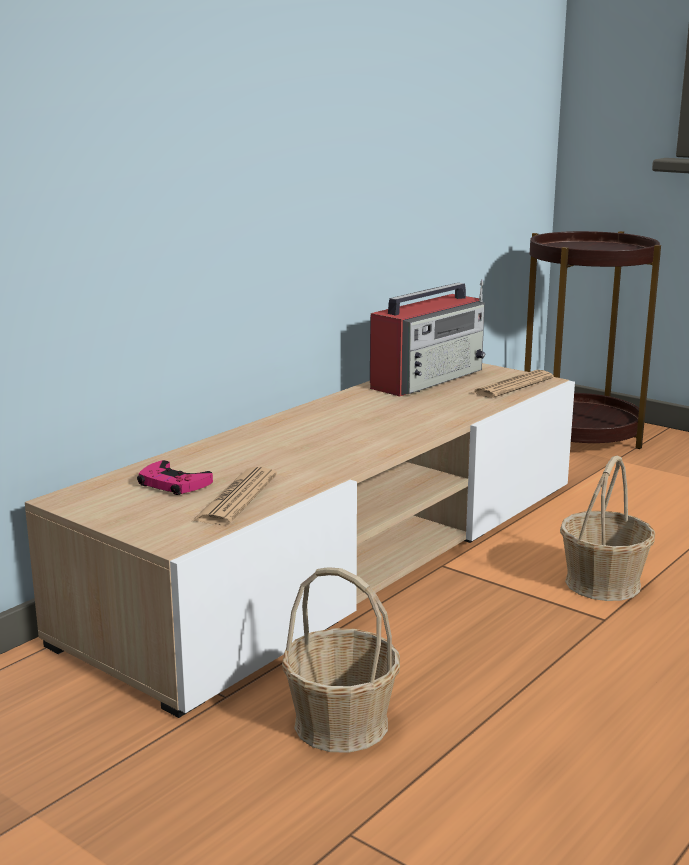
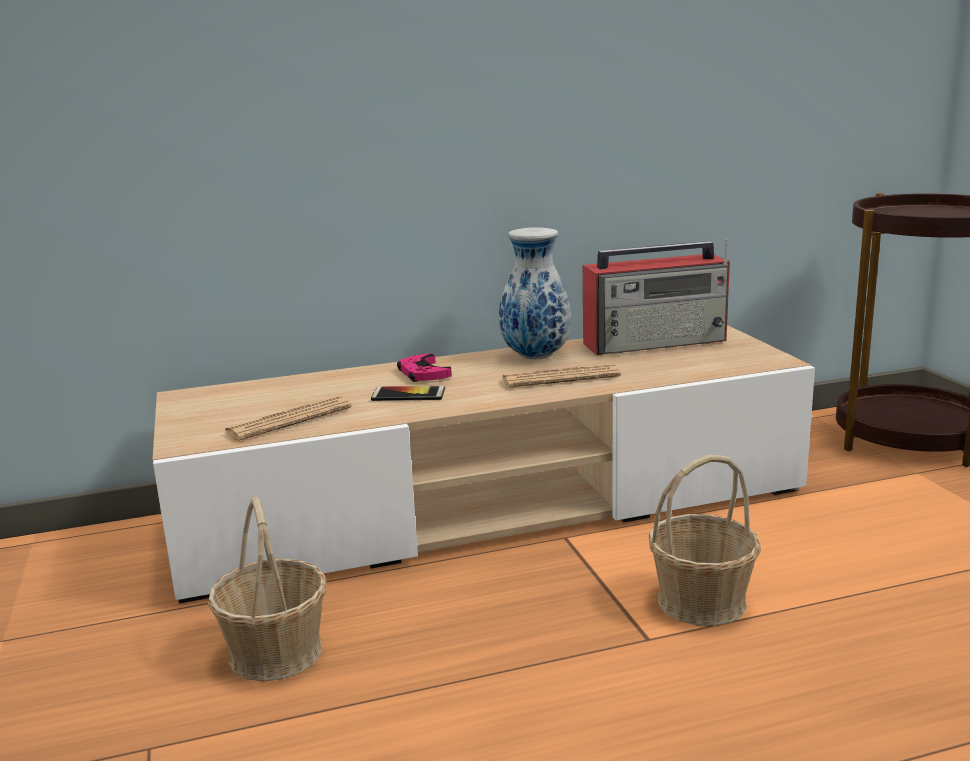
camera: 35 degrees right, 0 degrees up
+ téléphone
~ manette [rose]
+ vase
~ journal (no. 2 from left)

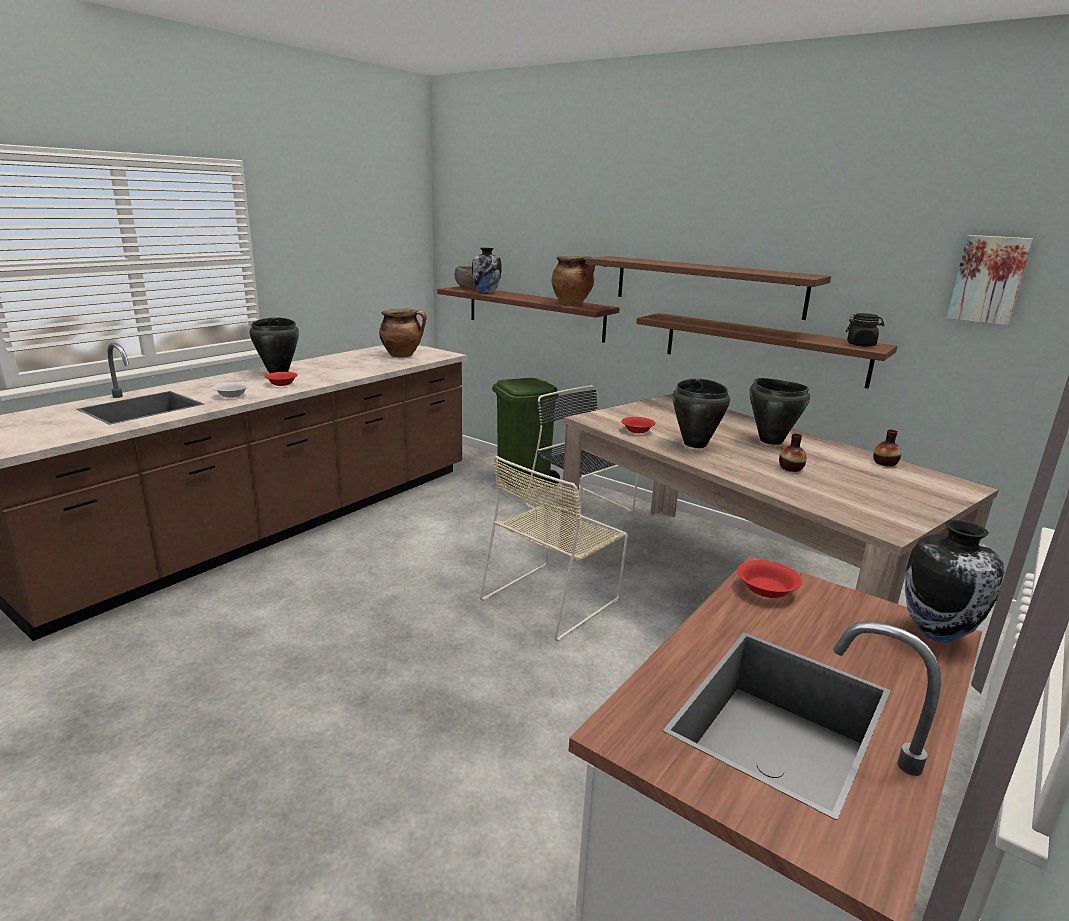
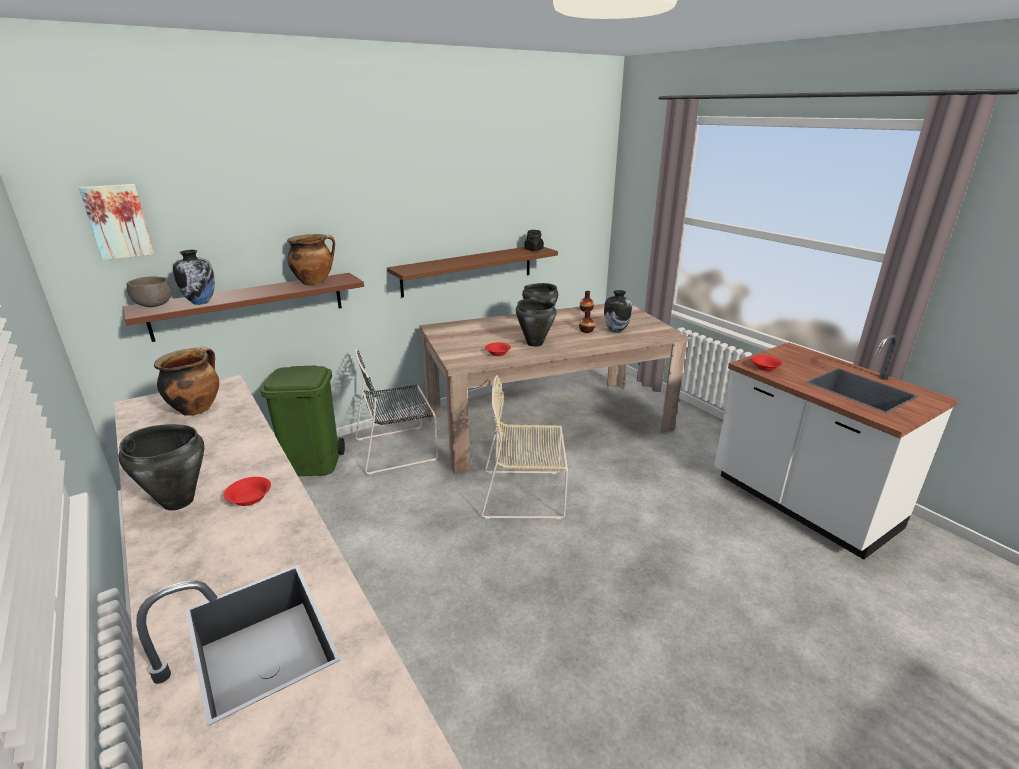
camera: 70 degrees left, 5 degrees up
~ tableau
~ chaise [beige] 120 degrees clockwise
~ vase (no. 4 from left)
- bol [blanc]
- étagère [marron] (no. 2 from left)

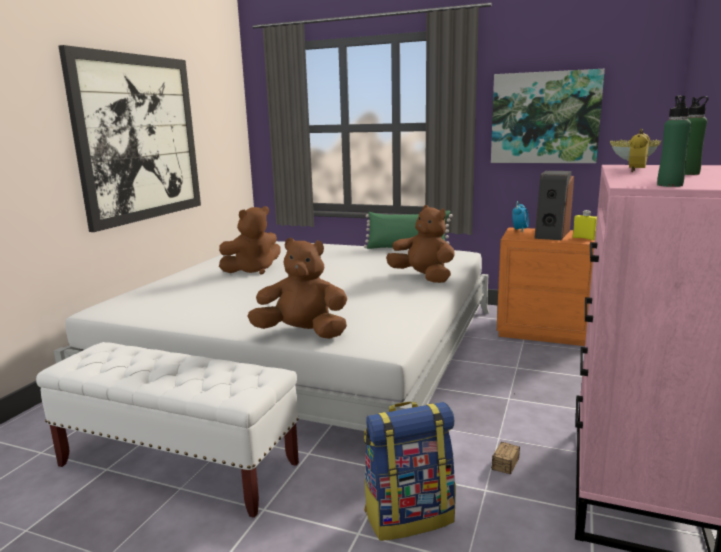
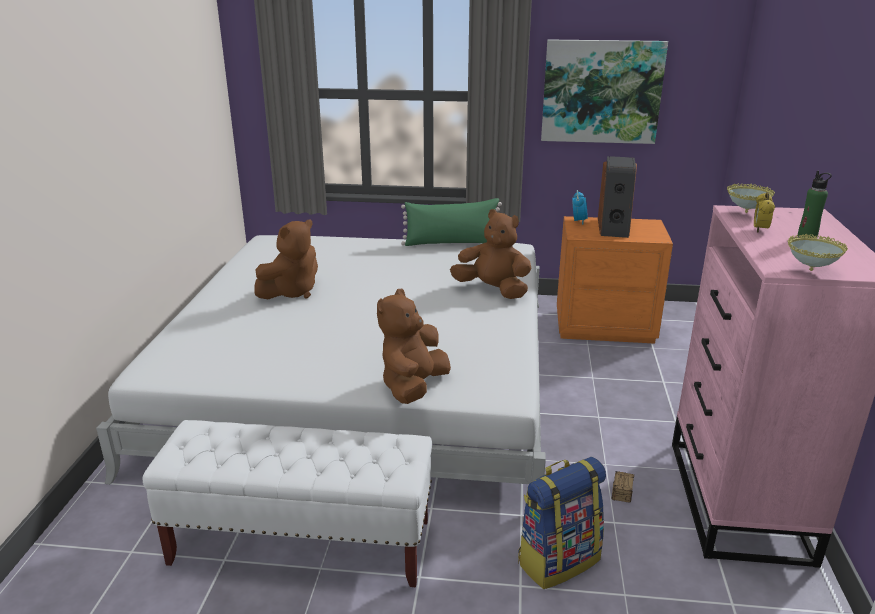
camera: 15 degrees left, 10 degrees up
~ peluche [marron] (no. 2 from left) 60 degrees counterclockwise
~ bouteille [vert] (no. 1 from left) to bol (no. 2 from left)
- tableau (no. 1 from left)
- bouteille [jaune]

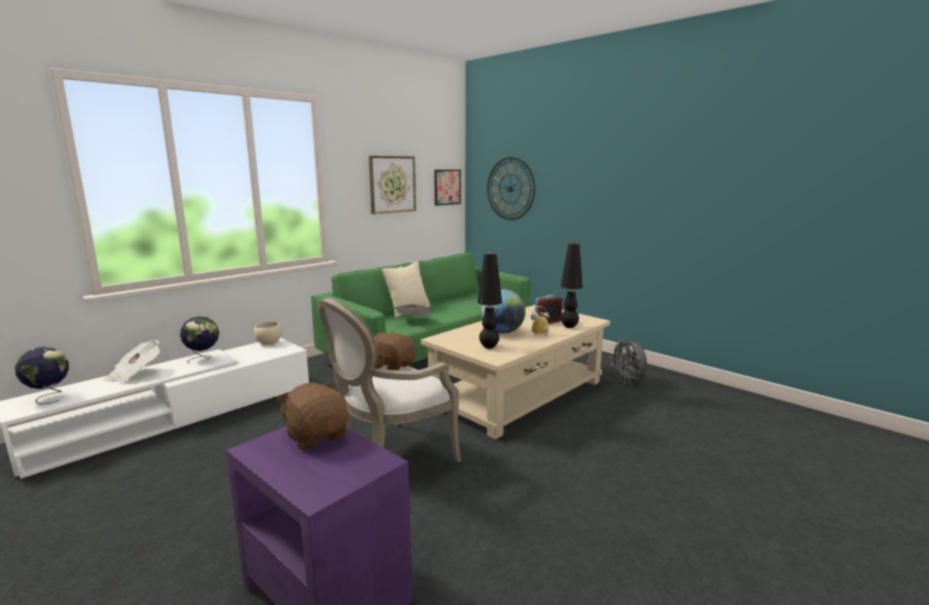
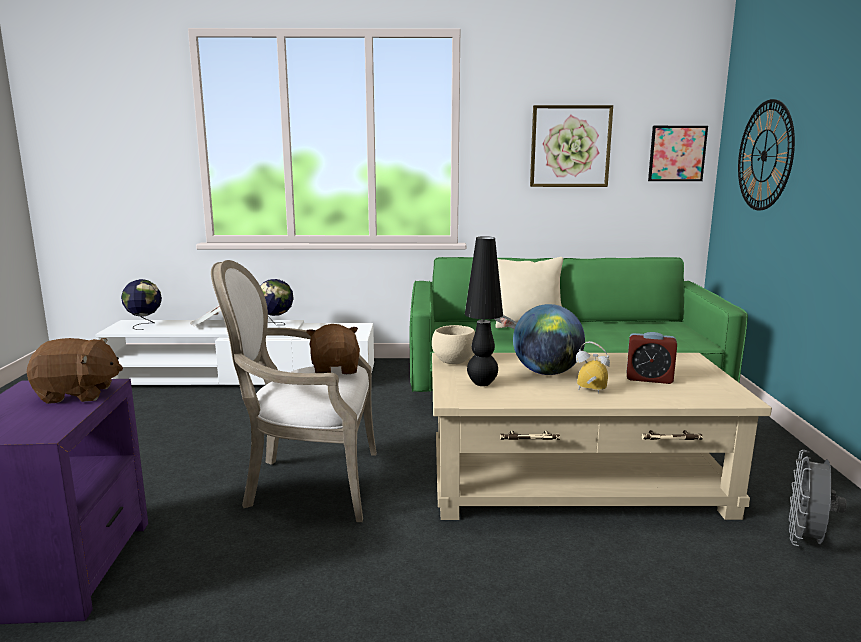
camera: 45 degrees right, 0 degrees up
~ peluche [marron] (no. 1 from left) 75 degrees clockwise
~ bol [beige]
- lampe de table [noir] (no. 2 from left)

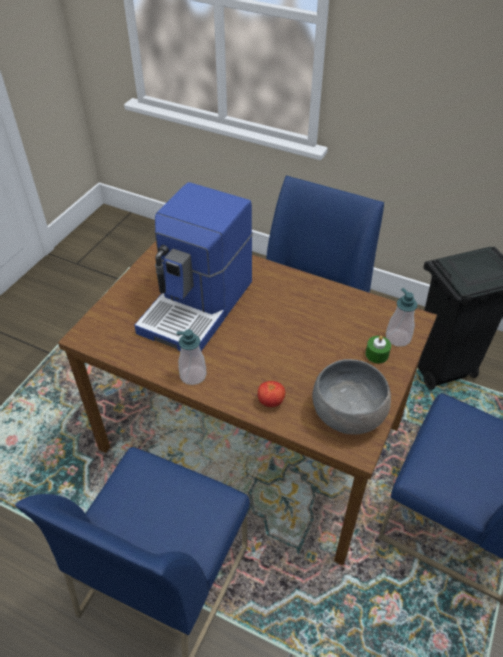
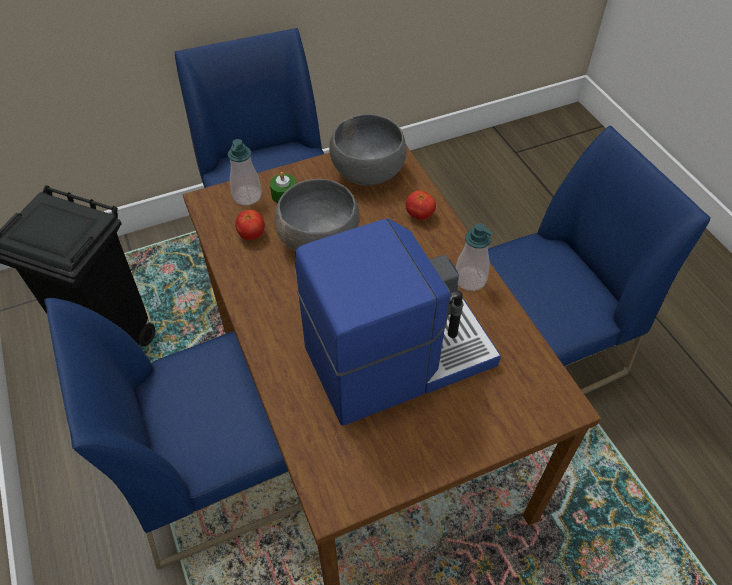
camera: 140 degrees left, 5 degrees up
+ tomate (no. 1 from left)
+ bol [gris] (no. 1 from left)

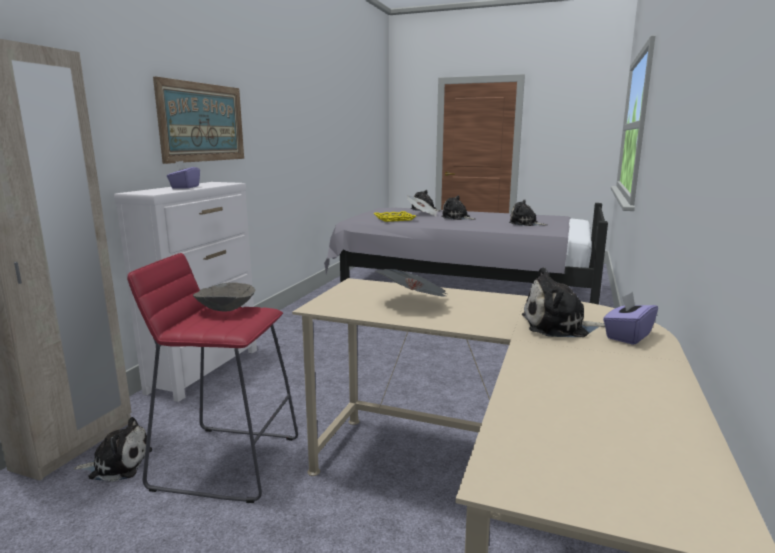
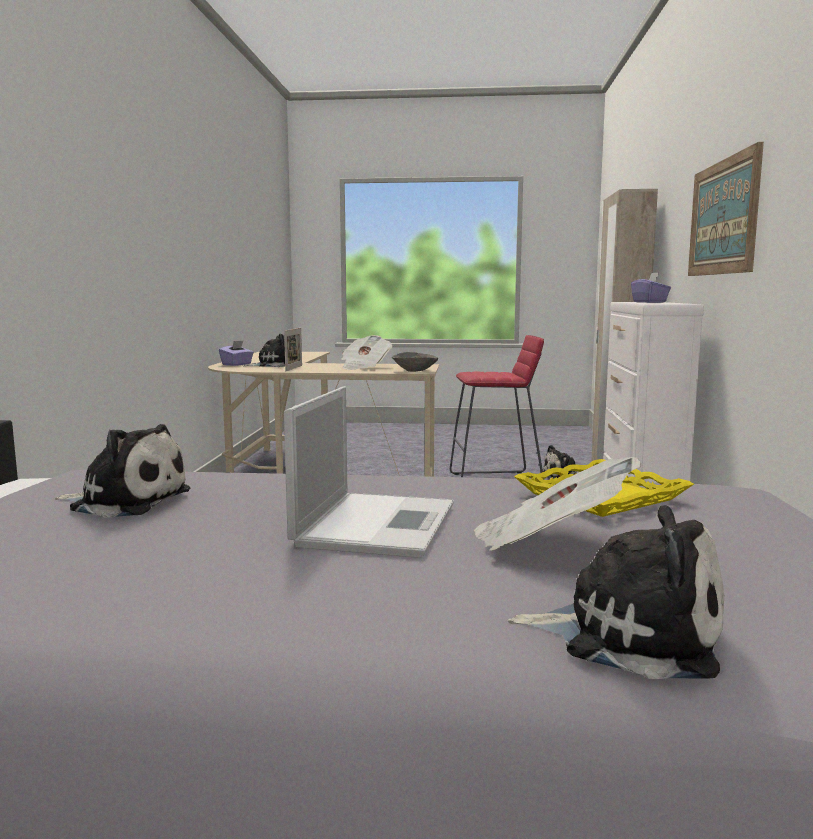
camera: 165 degrees right, 5 degrees down
+ cadre photo
~ peluche (no. 3 from left) to ordinateur portable
~ bol [gris]

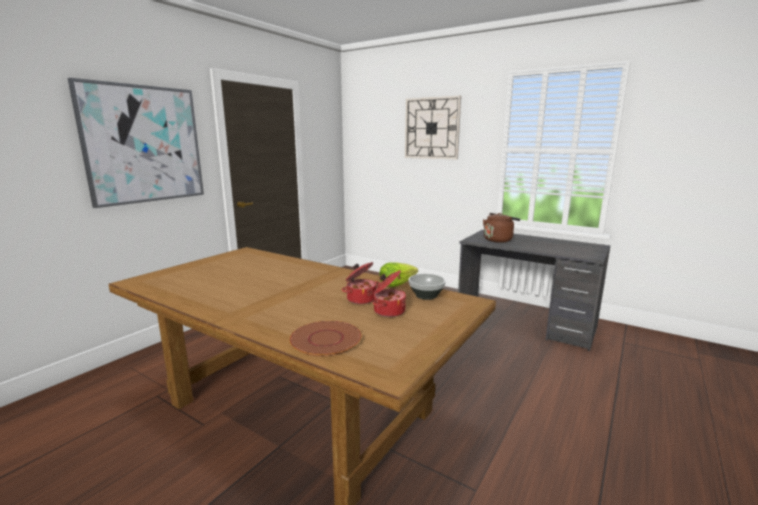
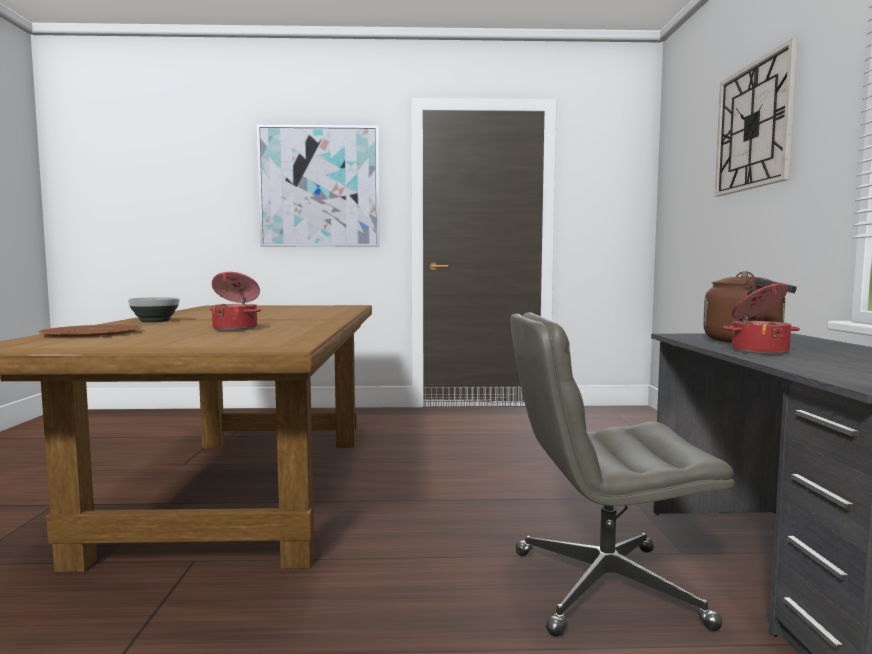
camera: 55 degrees right, 10 degrees down
~ bol
+ chaise de bureau [gris]
~ marmite (no. 2 from left)
- laitue

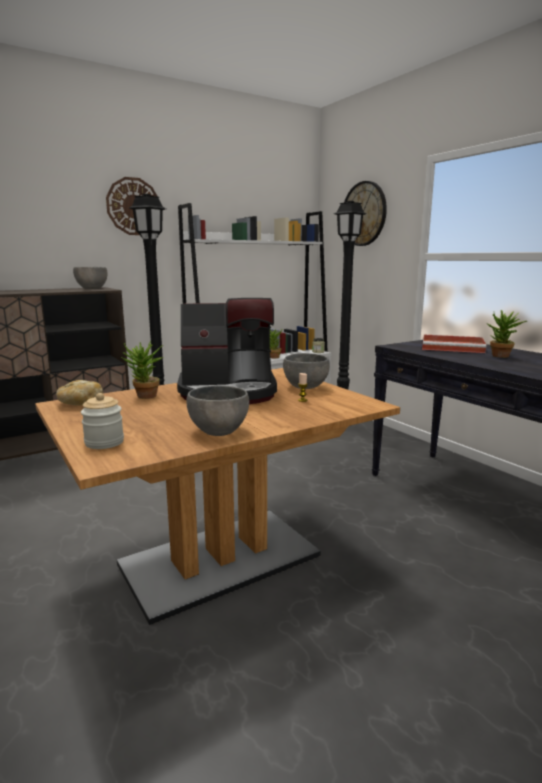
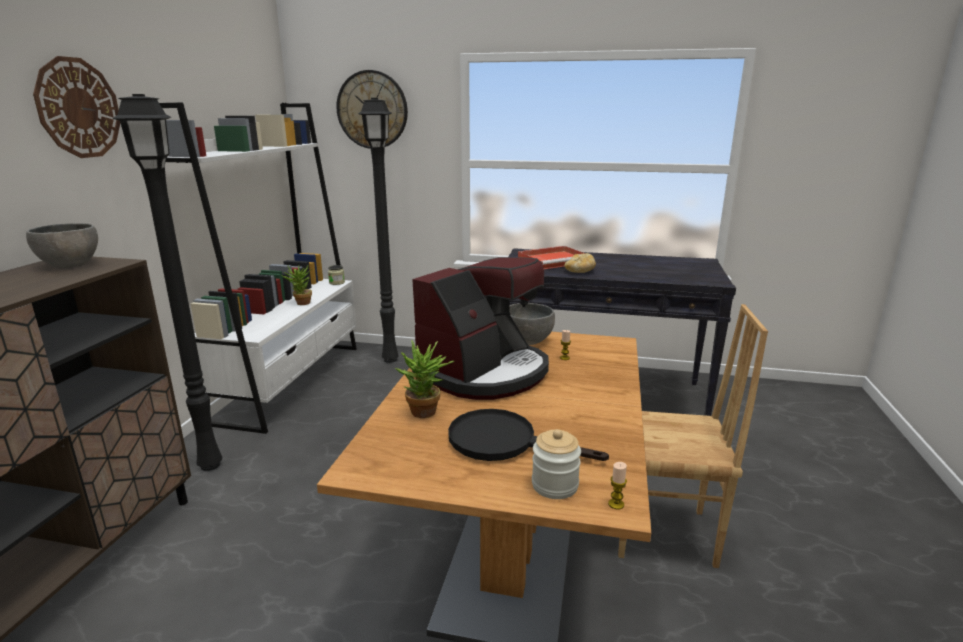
camera: 45 degrees left, 5 degrees up
+ poêle [noir]
~ pain
+ bougie (no. 2 from left)
+ chaise [marron]
- bol [gris] (no. 2 from left)
- plante en pot (no. 3 from left)

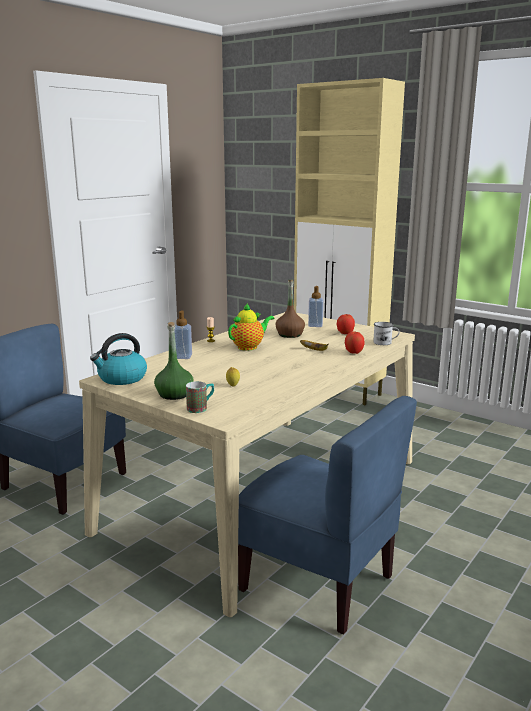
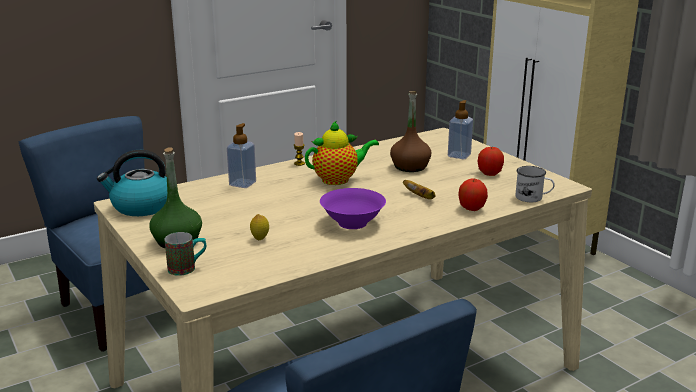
camera: 20 degrees right, 5 degrees up
+ bol [violet]

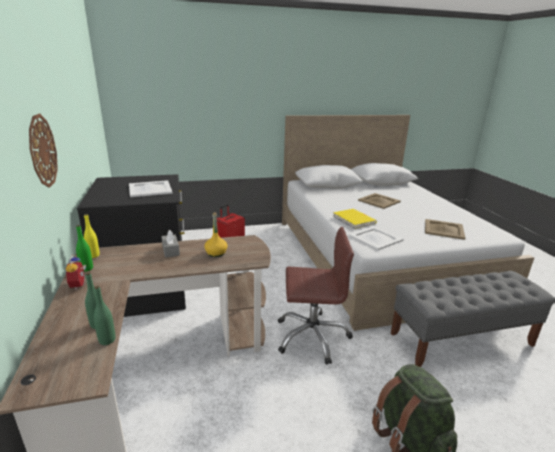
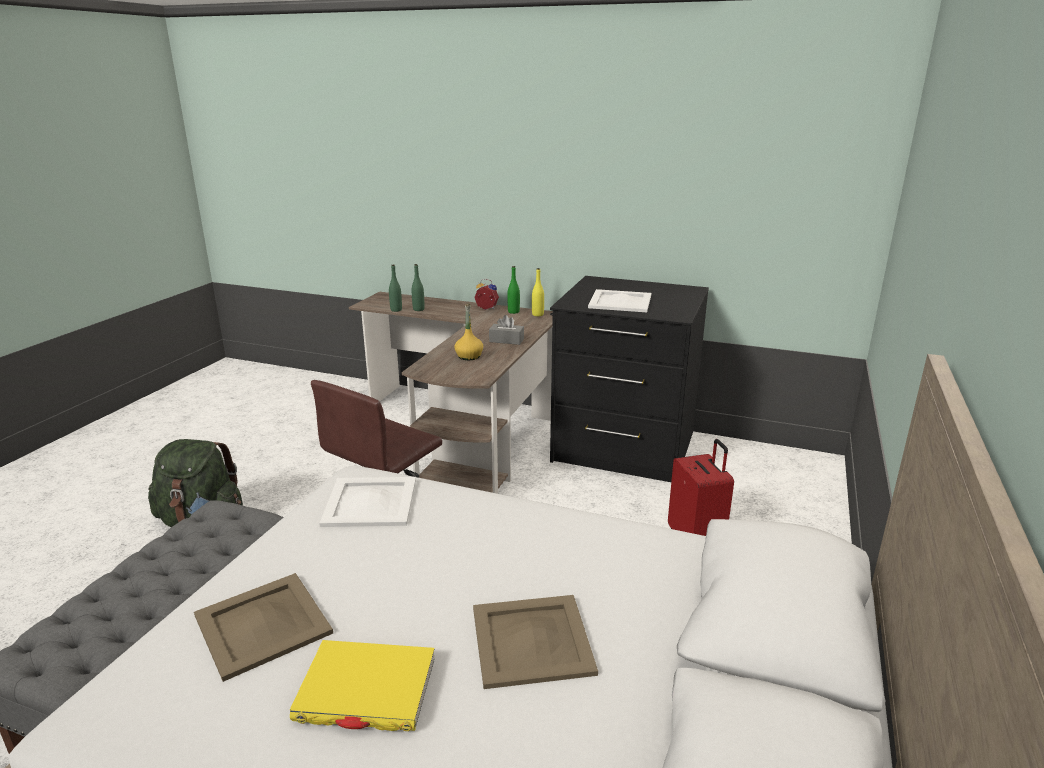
camera: 125 degrees right, 0 degrees up
~ livre [jaune]
- horloge murale

